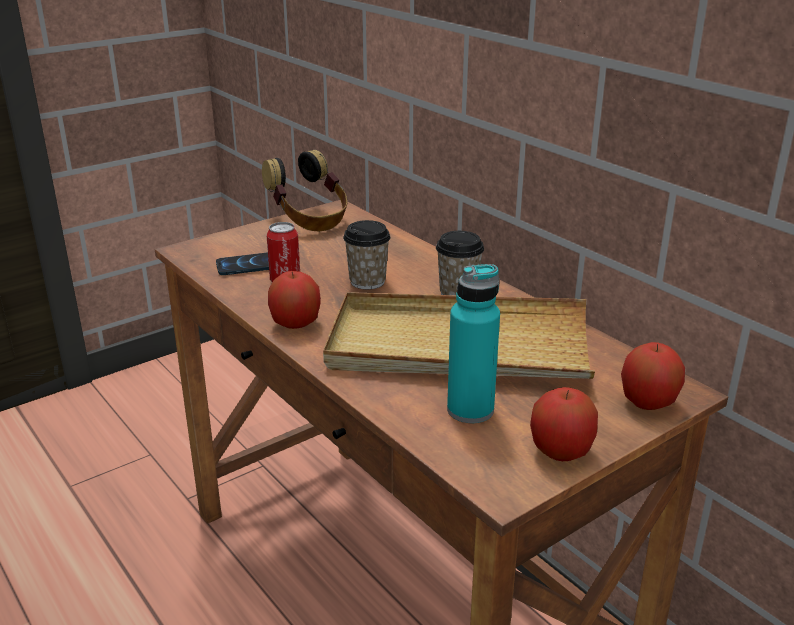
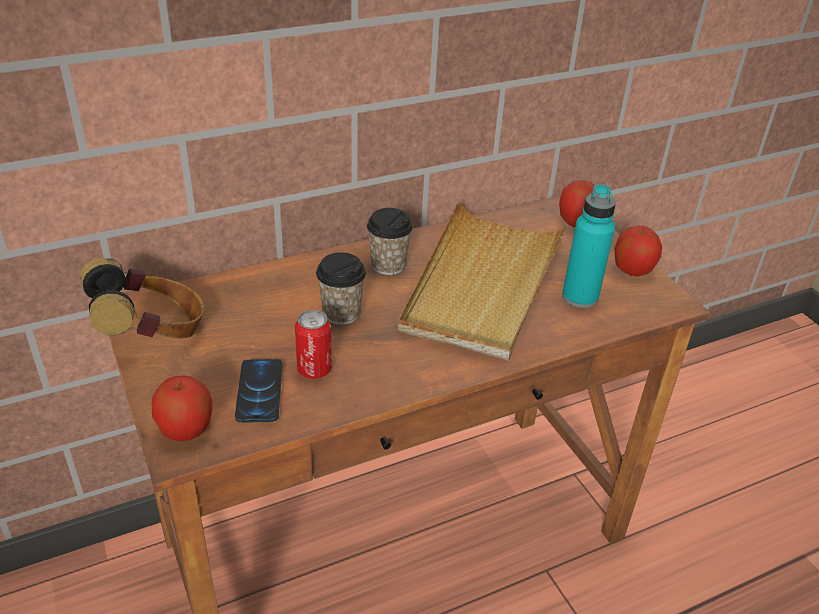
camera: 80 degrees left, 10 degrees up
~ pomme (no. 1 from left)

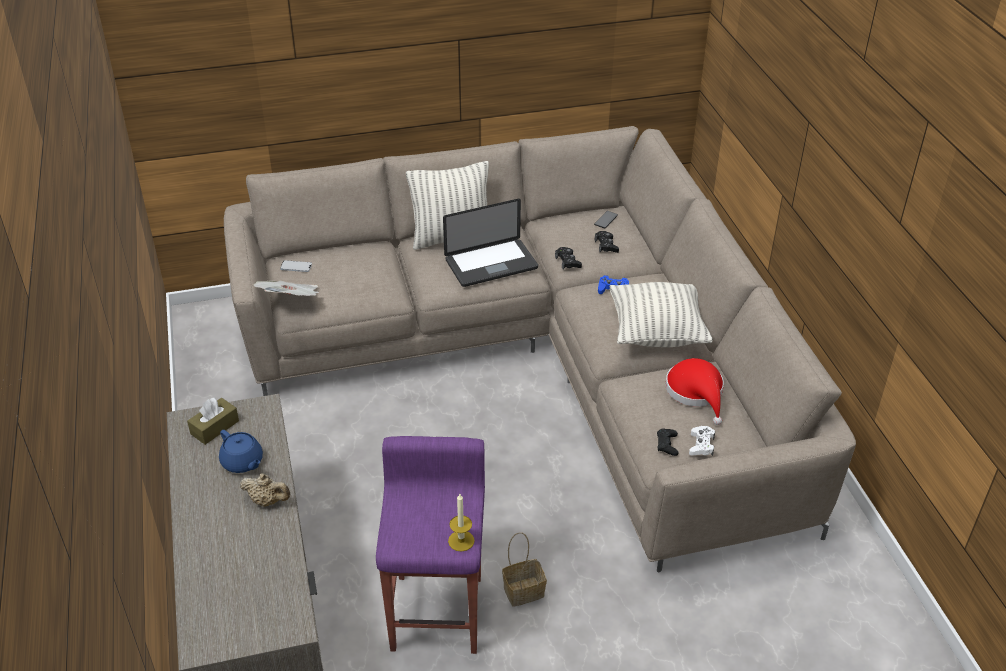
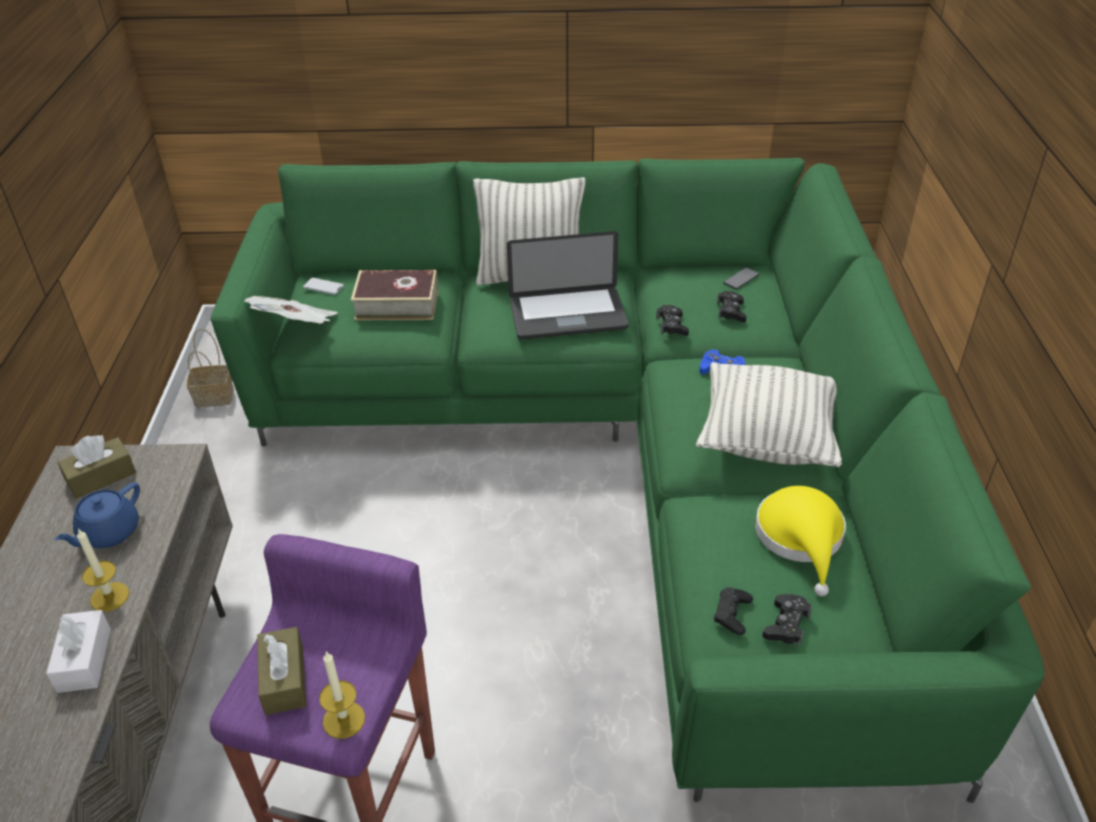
camera: 15 degrees right, 0 degrees up
+ boîte à mouchoirs [blanc]
~ théière [bleu] 60 degrees clockwise
~ théière [beige] to bougie (no. 1 from left)
~ panier
~ canapé [beige] to canapé [vert]
+ boîte à mouchoirs [marron] (no. 2 from left)
+ livre
~ chapeau [rouge] to chapeau [jaune]
~ manette [blanc] to manette [noir] (no. 4 from left)

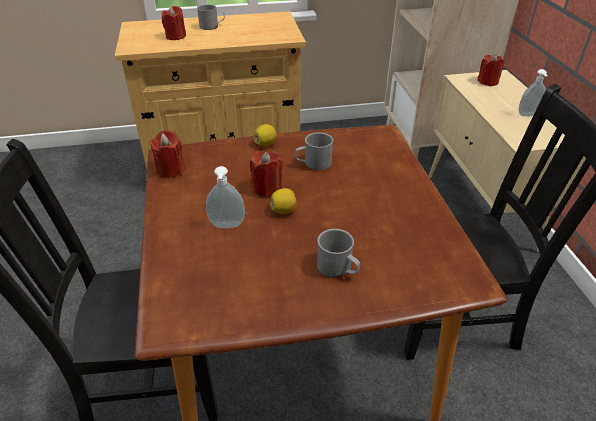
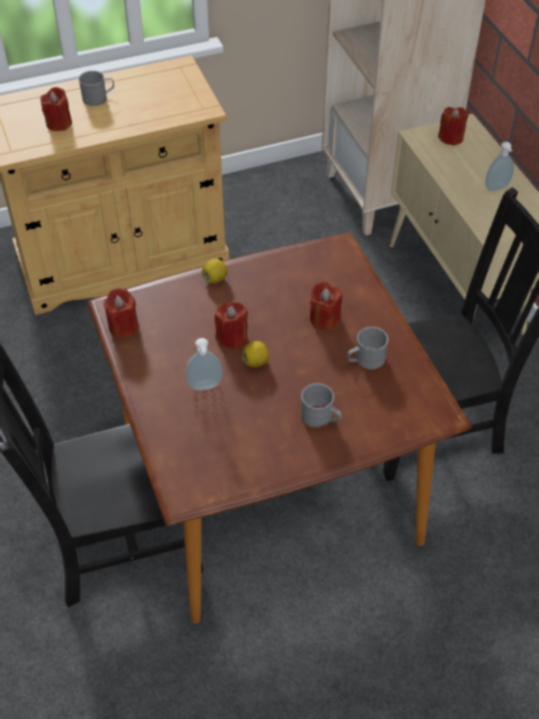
camera: 10 degrees left, 10 degrees up
+ bougie [rouge] (no. 4 from left)
~ mug [gris] (no. 2 from left in the first image) to mug [gris] (no. 3 from left)

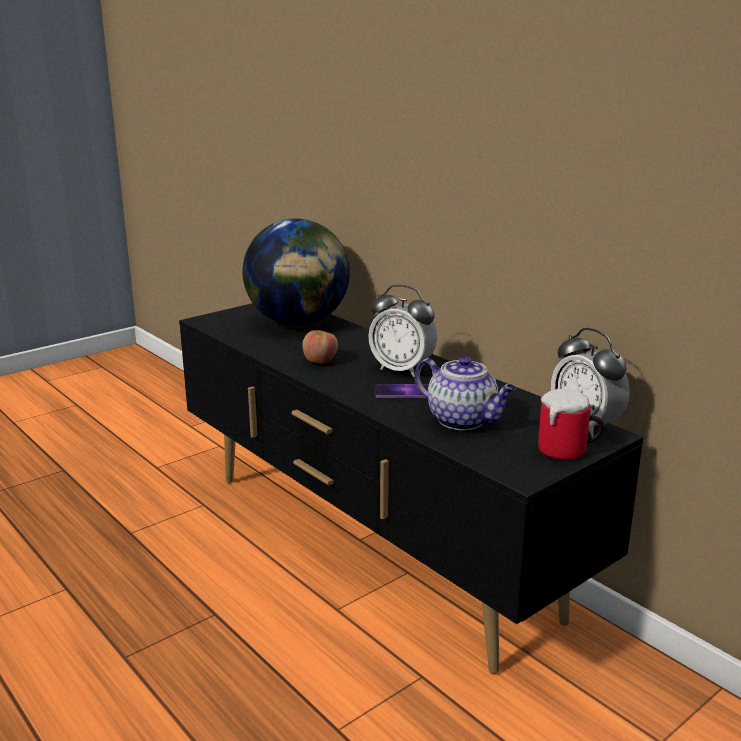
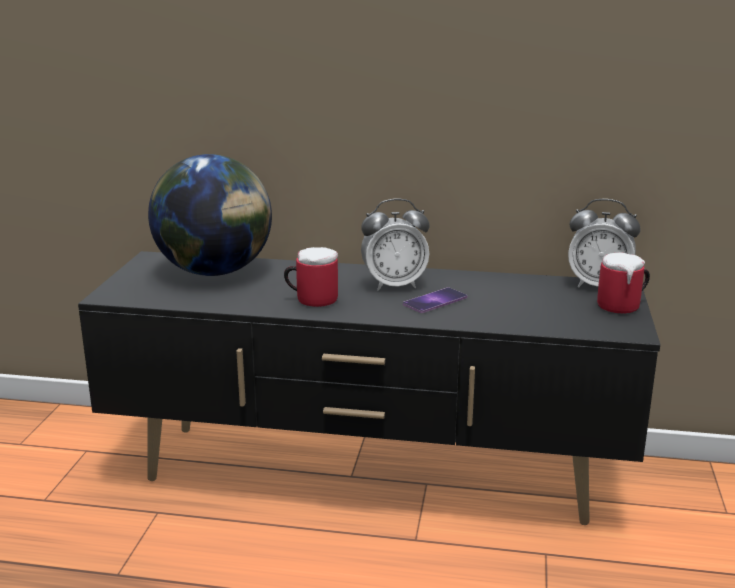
camera: 40 degrees left, 0 degrees up
~ pomme to mug (no. 1 from left)
- théière

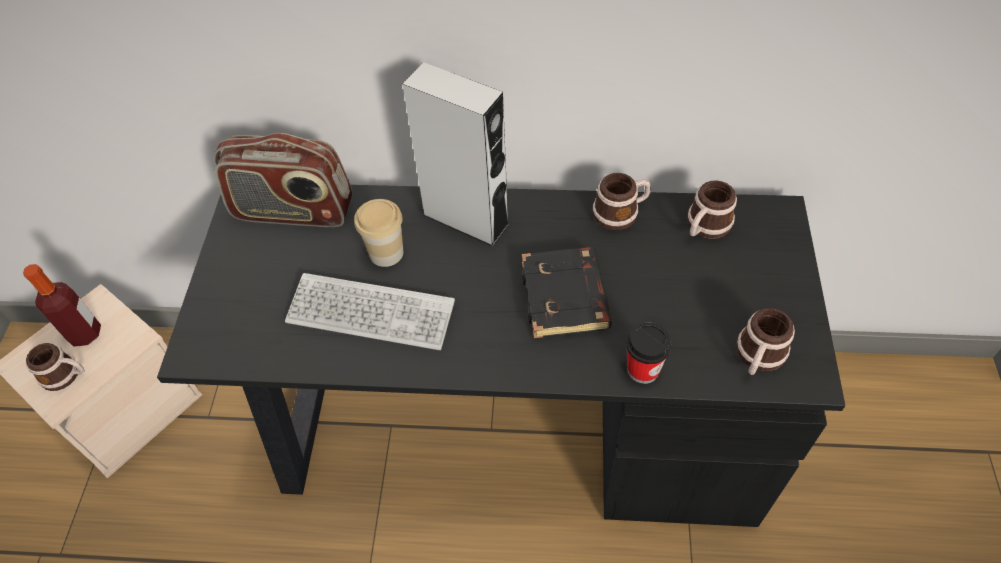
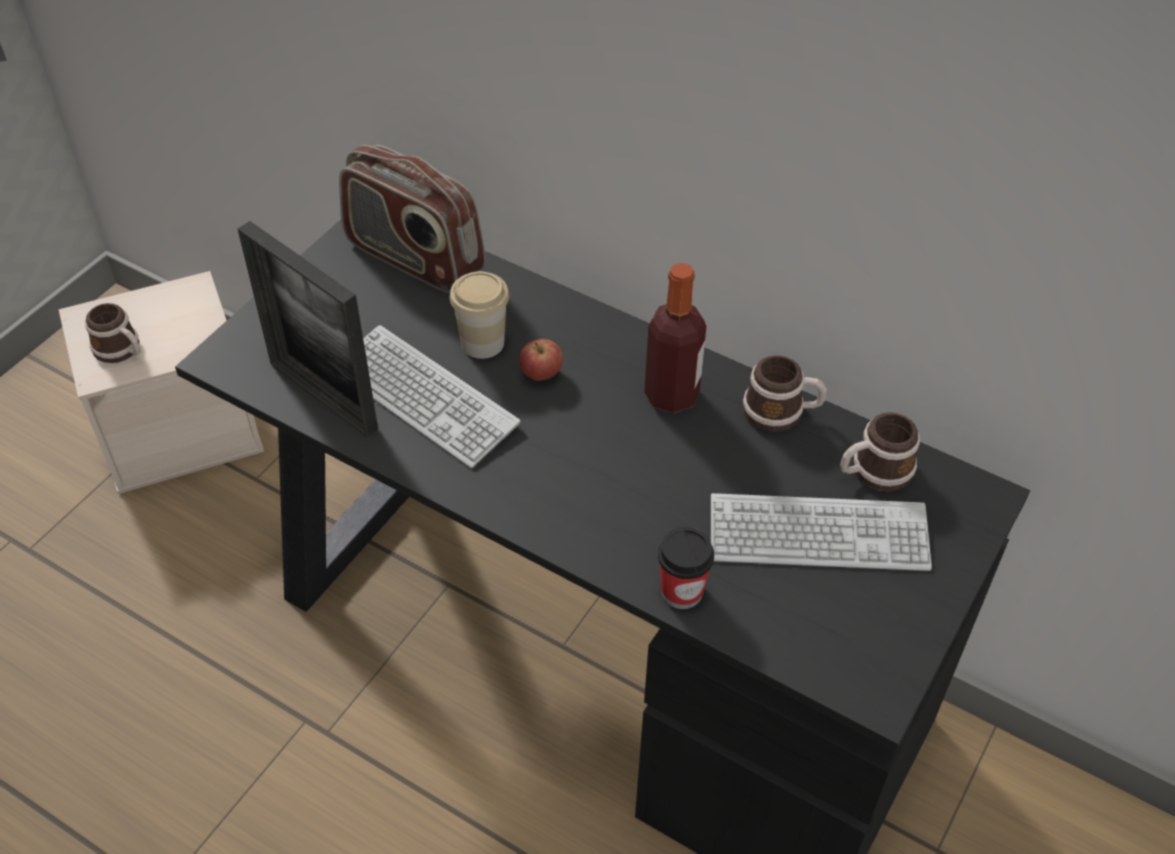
camera: 25 degrees right, 5 degrees down
+ cadre photo
+ pomme
~ bouteille
+ clavier (no. 2 from left)
- enceinte [gris]
- livre [noir]
- mug (no. 4 from left)

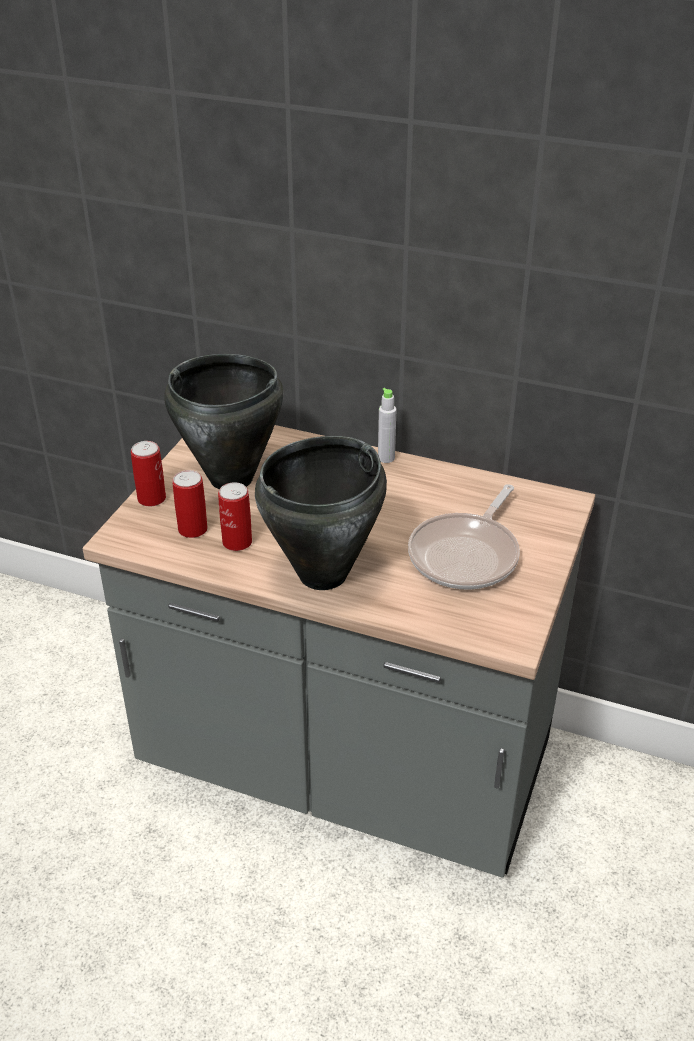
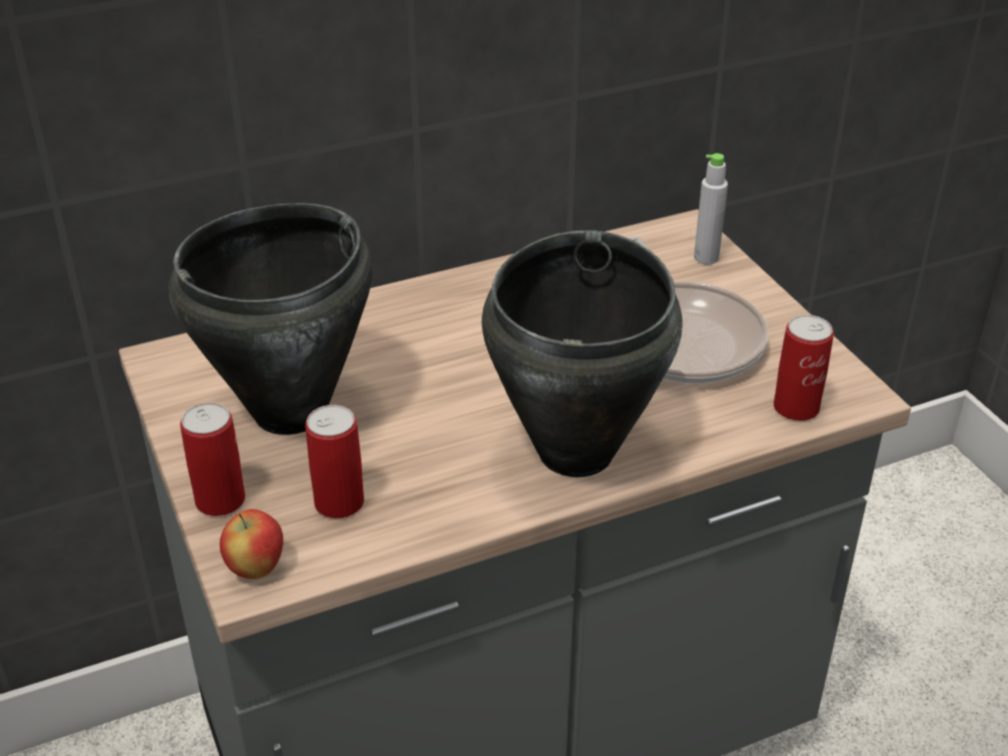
camera: 45 degrees left, 0 degrees up
+ pomme
~ bouteille [gris]
~ boîte métallique (no. 3 from left)

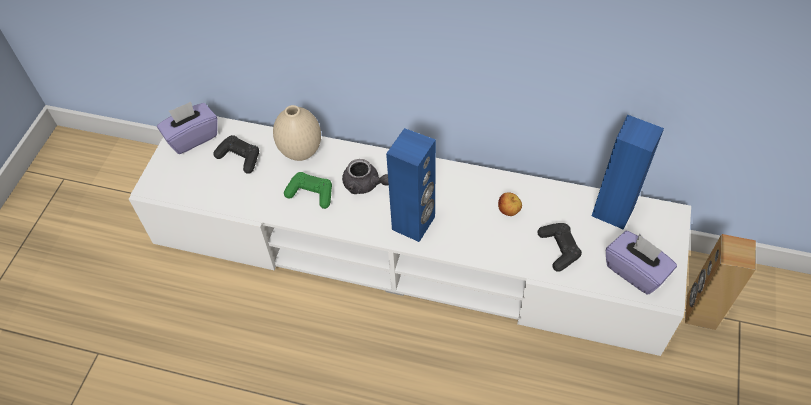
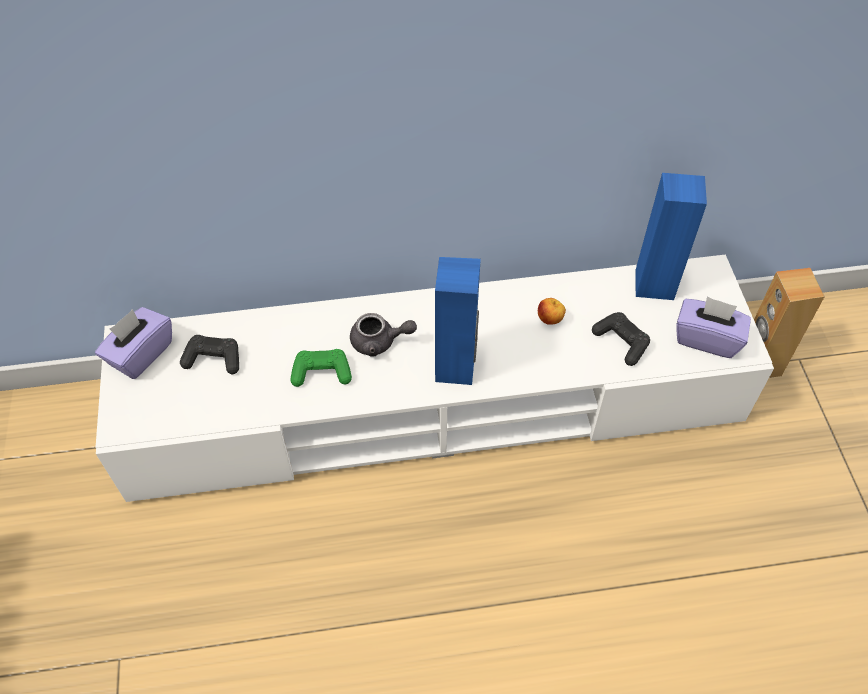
camera: 25 degrees left, 0 degrees up
- vase [beige]

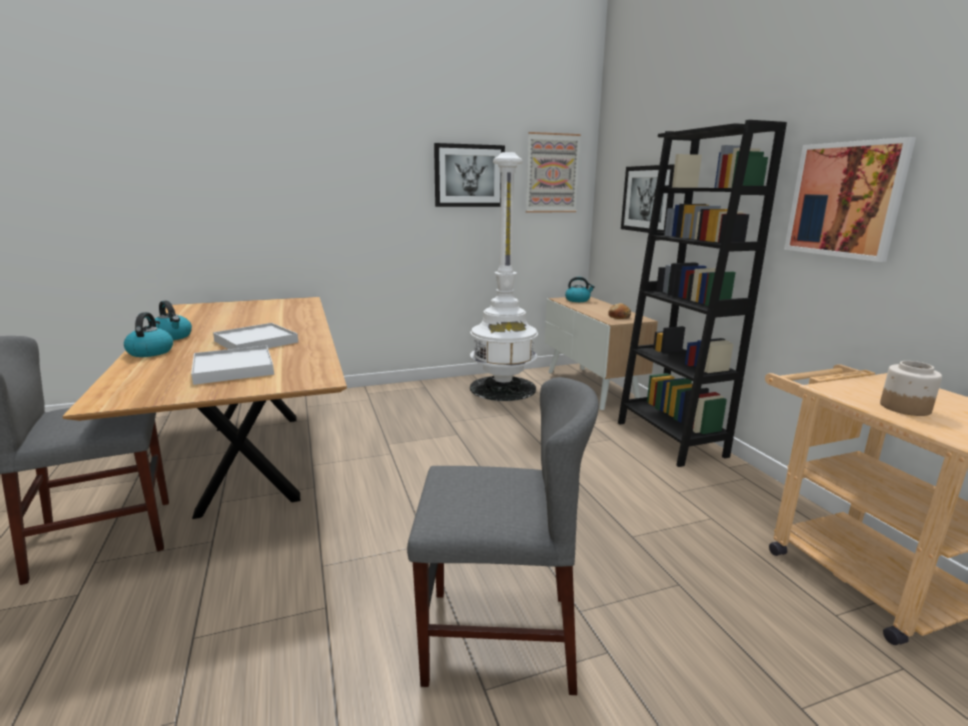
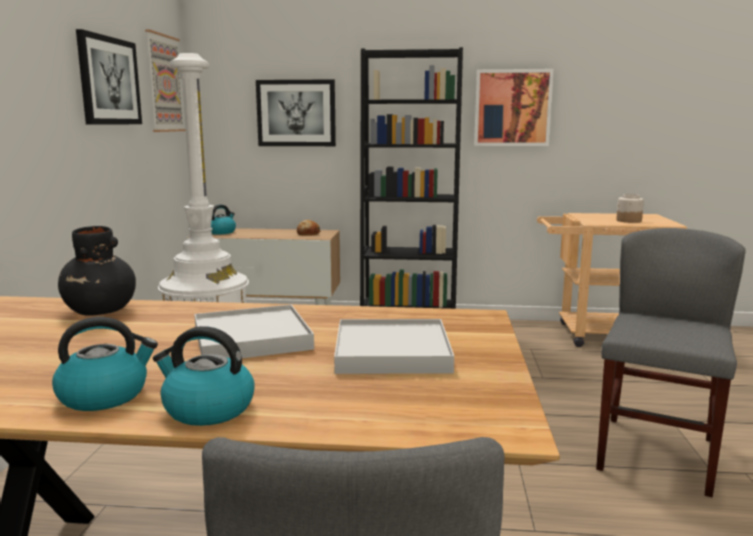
camera: 65 degrees left, 5 degrees down
+ vase [noir]

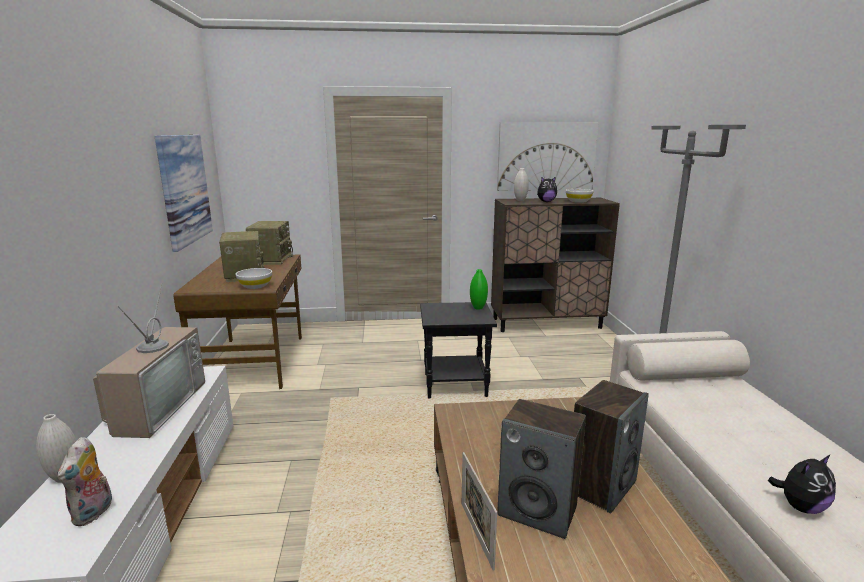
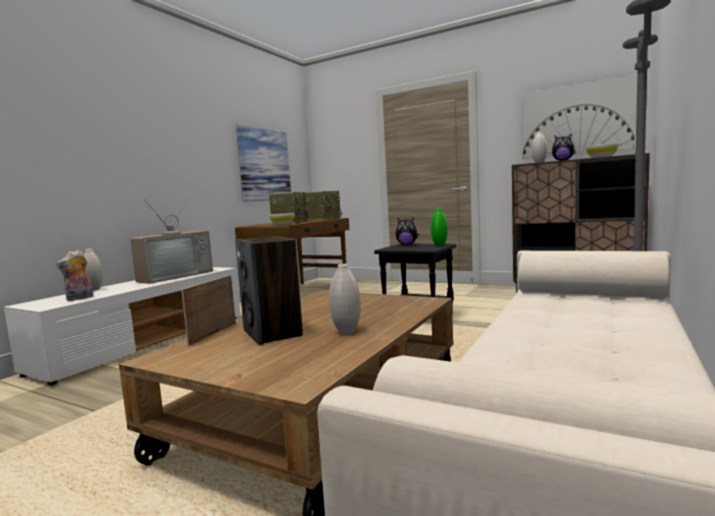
camera: 35 degrees right, 10 degrees down
~ enceinte (no. 2 from left) to vase [blanc] (no. 2 from left)
~ peluche (no. 3 from left in the first image) to peluche (no. 2 from left)

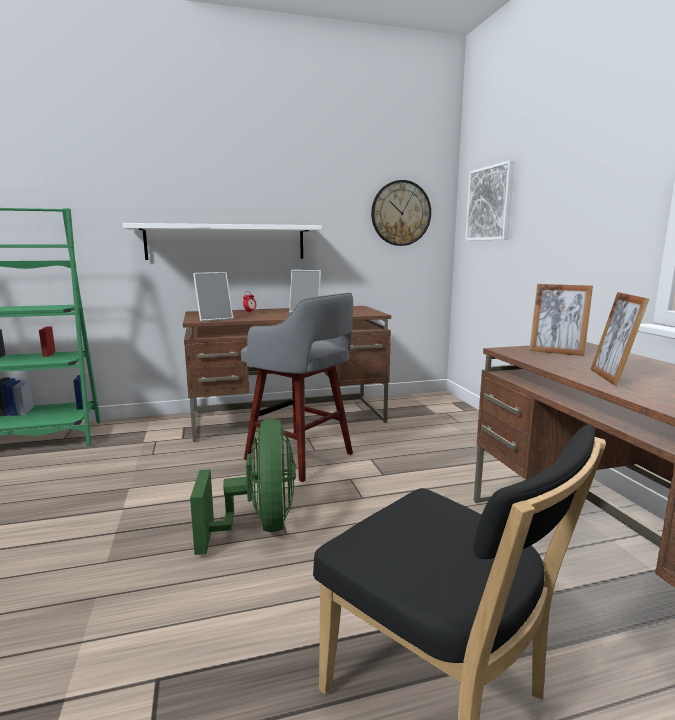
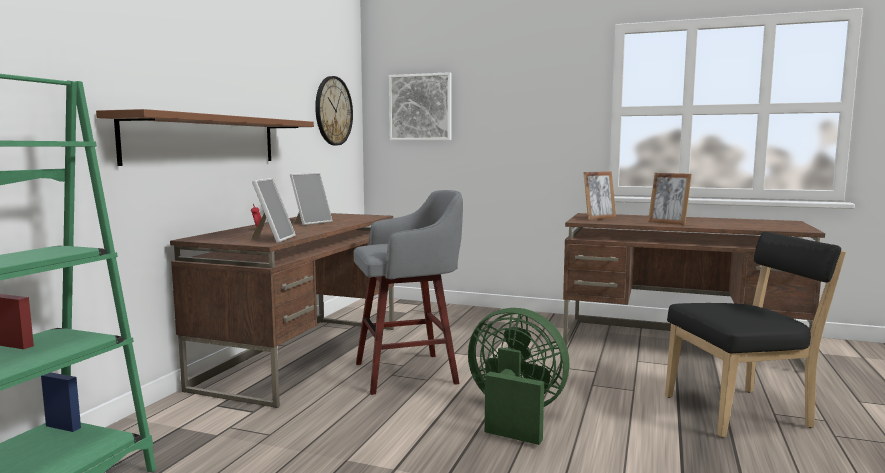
camera: 55 degrees left, 5 degrees down
~ étagère [blanc] to étagère [marron]

